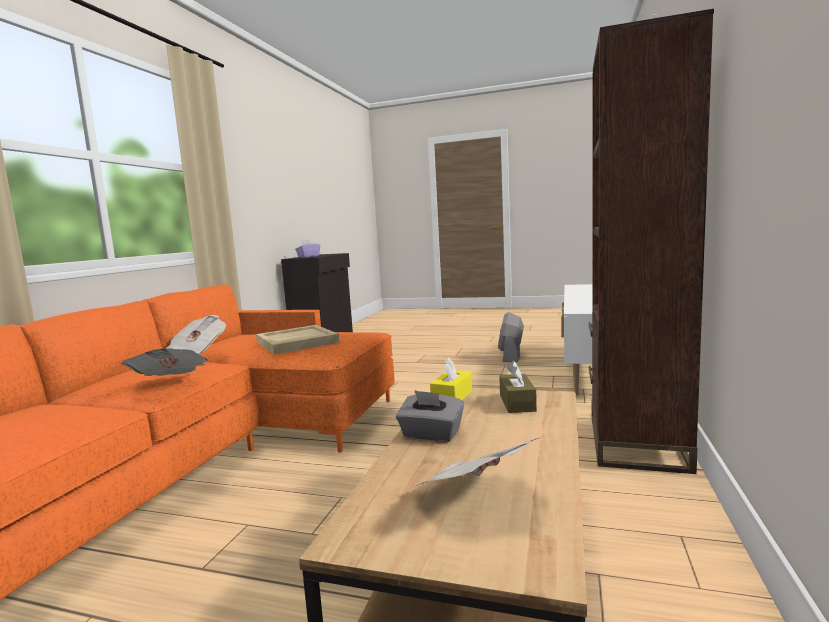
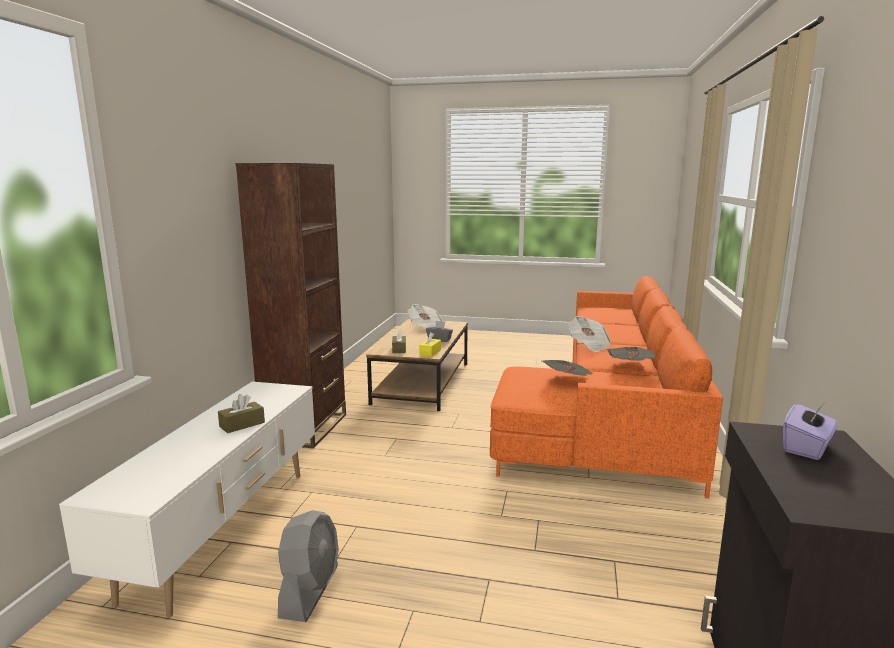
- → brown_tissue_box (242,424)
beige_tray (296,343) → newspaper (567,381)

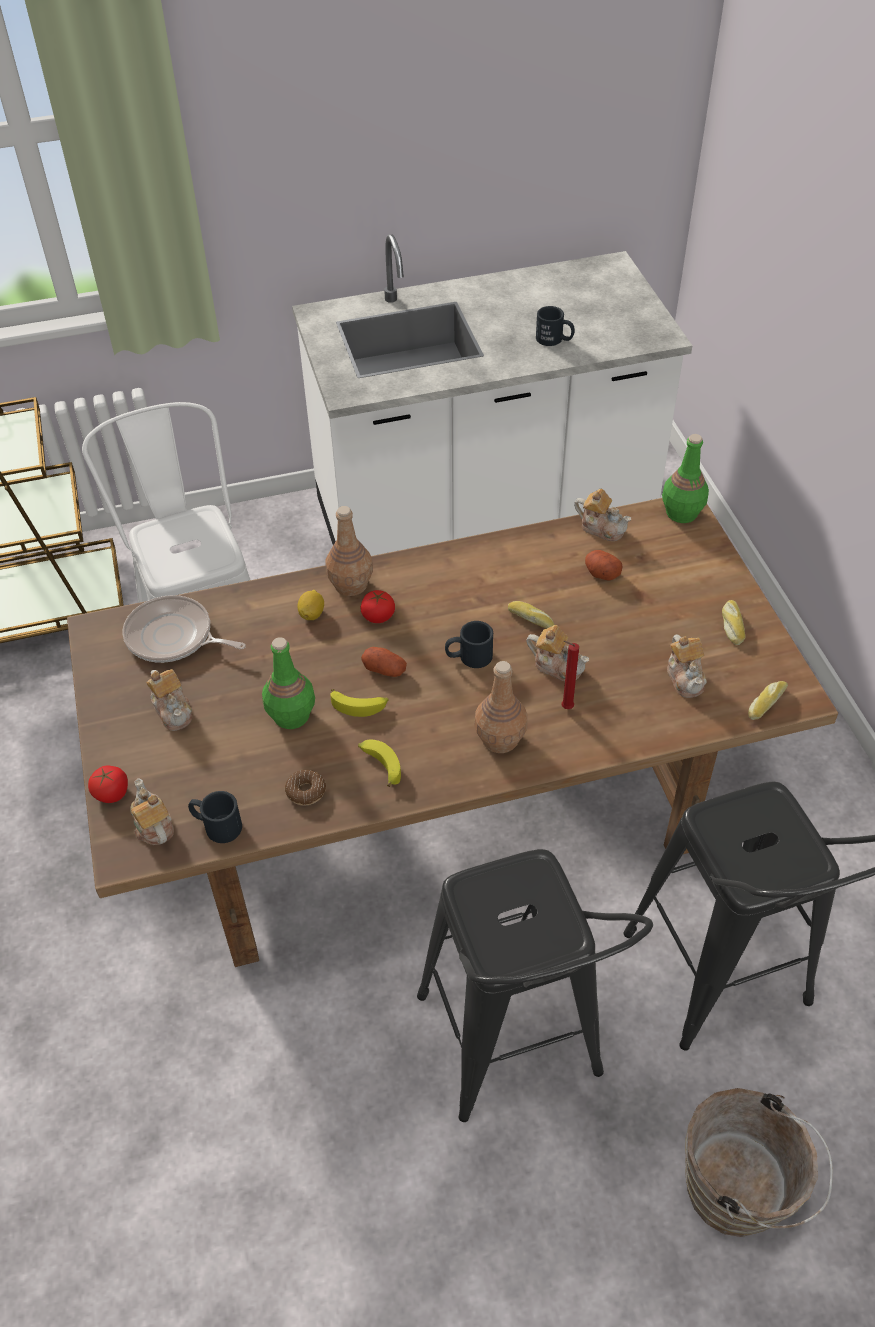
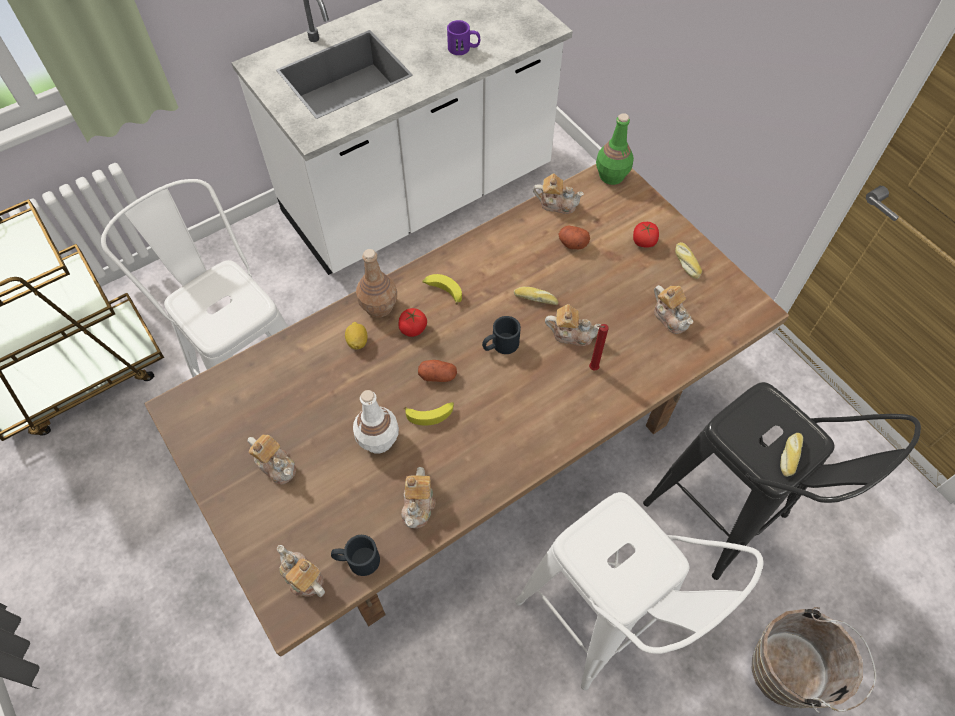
green_bottle (291,716) → white_bottle (379,440)
donut (305,791) → teapot (418,505)
banana (380,765) → banana (443,291), move
black_mug (554,340) → purple_mug (464,48)
black_stool (514,1054) → white_stool (602,623)
tomato (112,793) → tomato (643,241), move
bread (765,703) → bread (789,455), move
frying_pan (173,637) → -
brown_bottle (499,739) → -

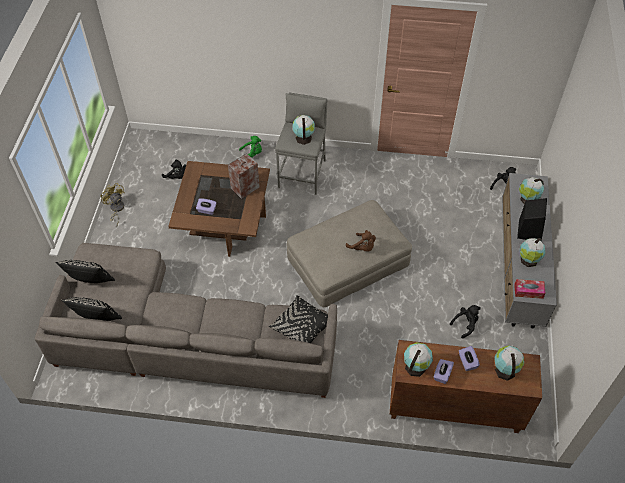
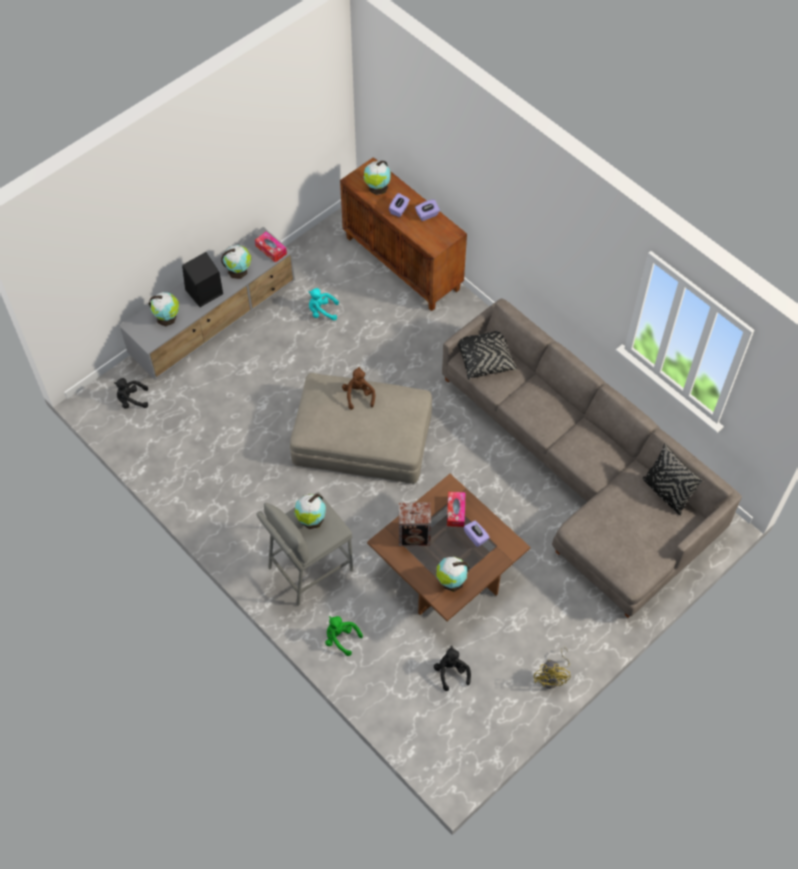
black_plush_toy (465,324) → turquoise_plush_toy (322,311)
globe (415,366) → globe (451,581), move
- → tissue_box (455,511)
black_pillow (91,282) → -

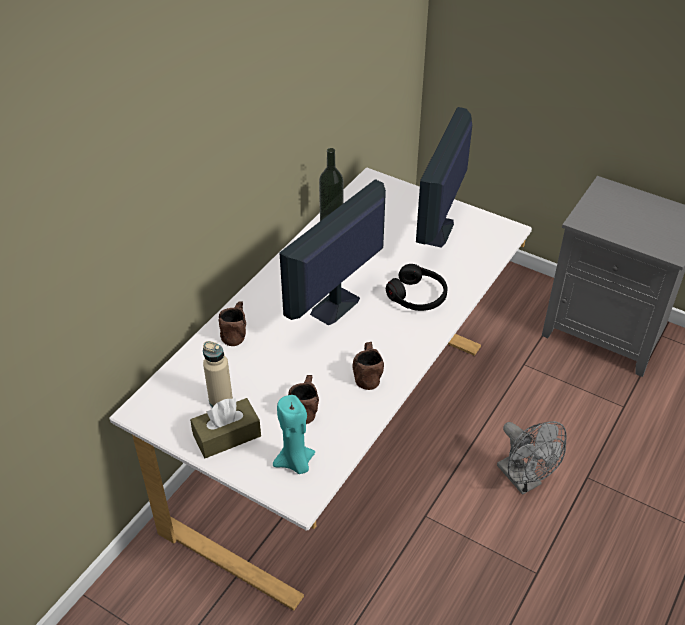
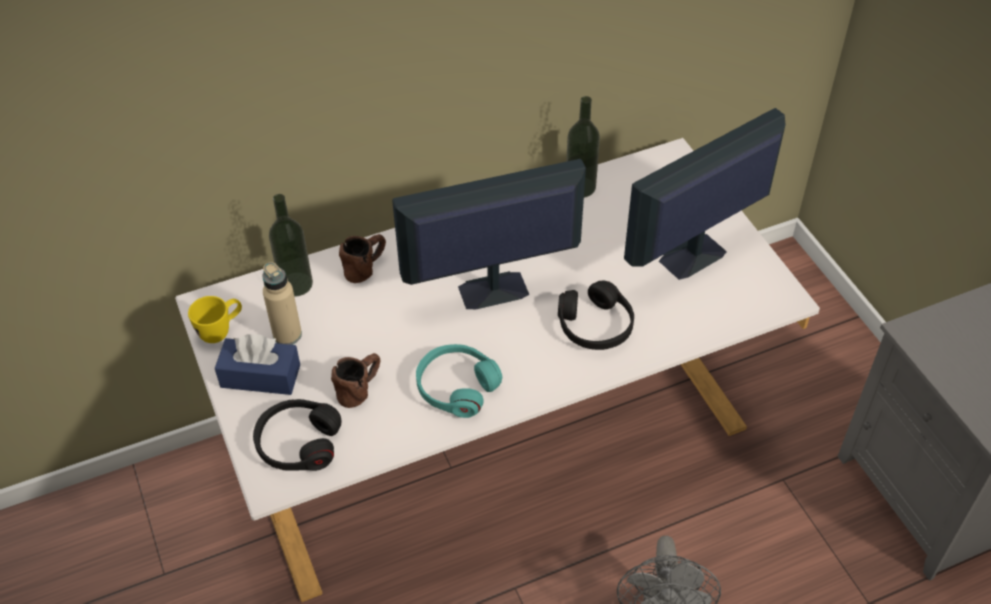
- → yellow_mug (221,331)
brown_tissue_box (227,436) → blue_tissue_box (260,376)
turquoise_candle (295,463) → black_headphones (298,443)
- → bottle (296,284)
brown_mug (367,374) → turquoise_headphones (456,387)

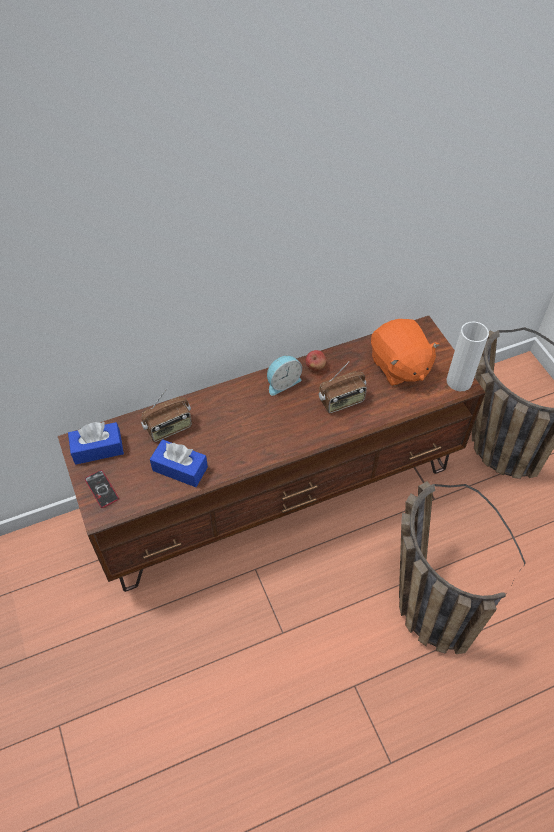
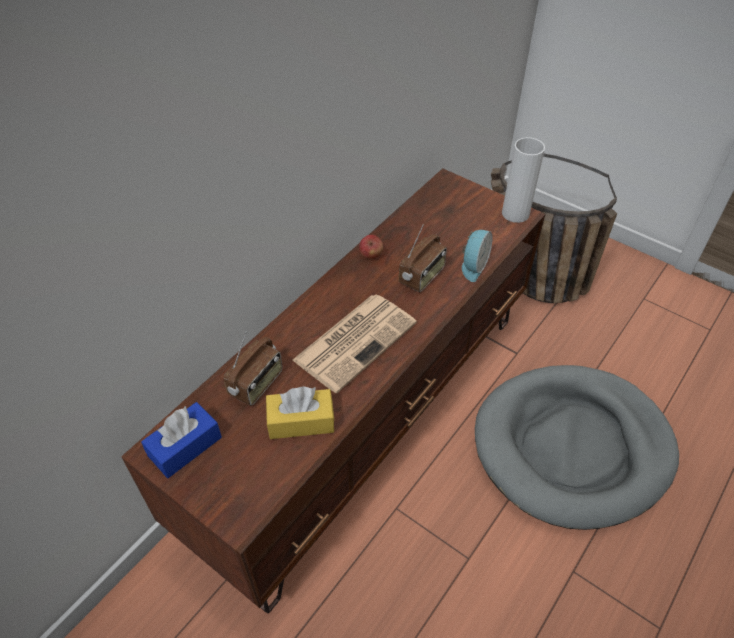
blue_tissue_box (180,469) → yellow_tissue_box (301,421)
- → newspaper (356,340)
alarm_clock (282,382) → alarm_clock (473,265), move
basket (424,596) → grey_dog_bed (572,447)
phone (101,489) → -
orange_plush_toy (399,366) → -

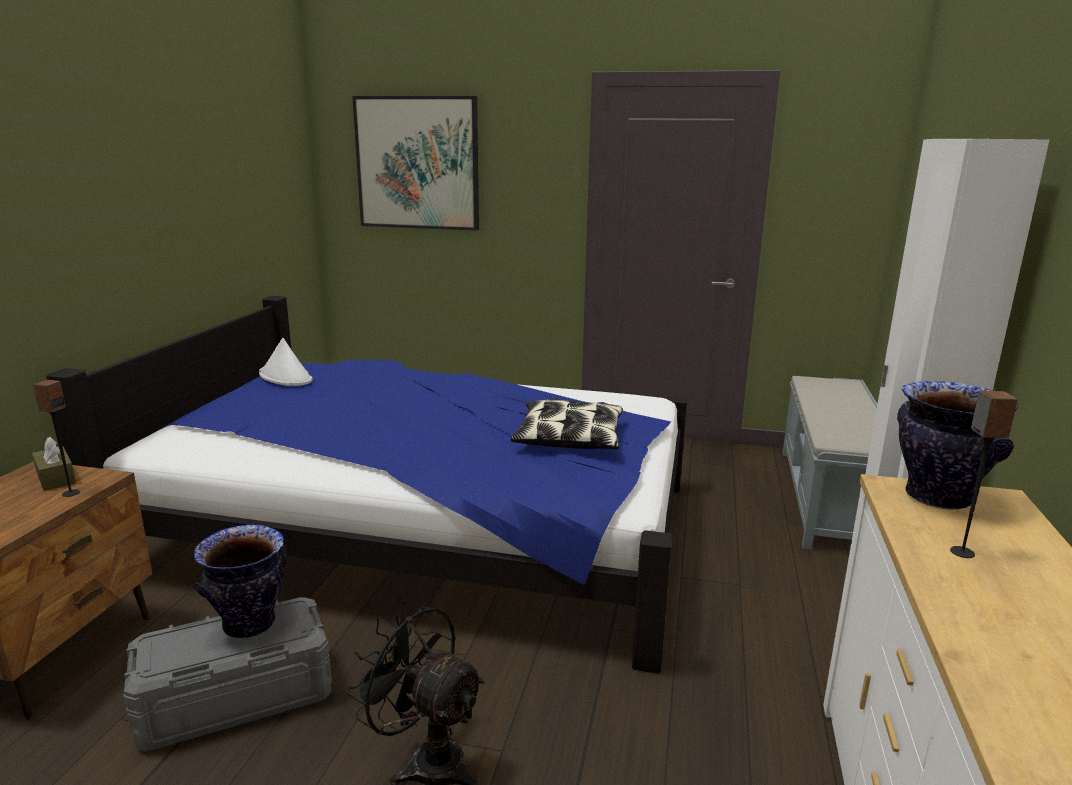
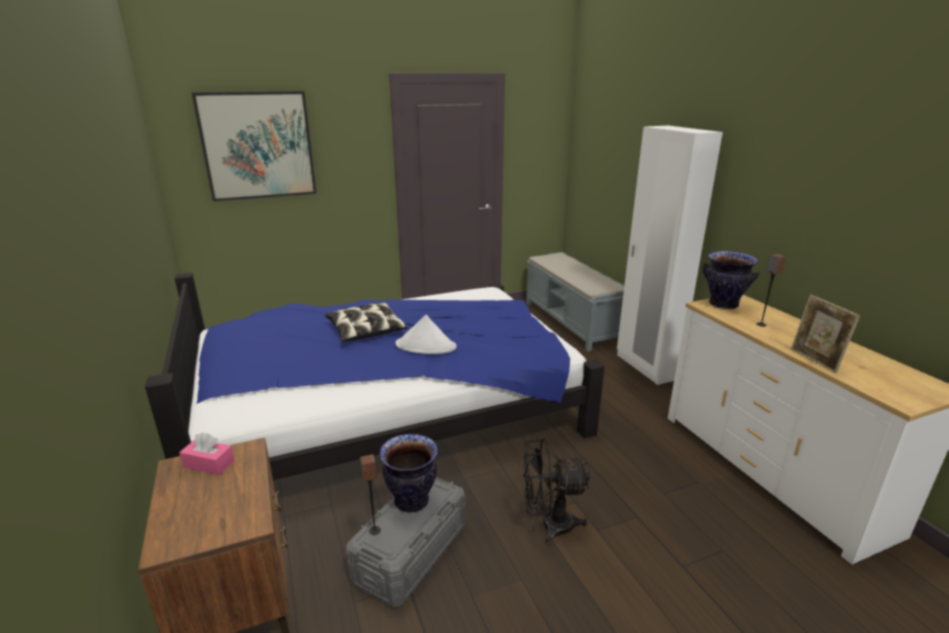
brown_tissue_box (56,478) → pink_tissue_box (209,464)
pillow (569,439) → pillow (366,330), move
speaker (70,493) → speaker (374,530), move
white_hat (286,377) → white_hat (426,346), move
- → picture_frame (815,360)

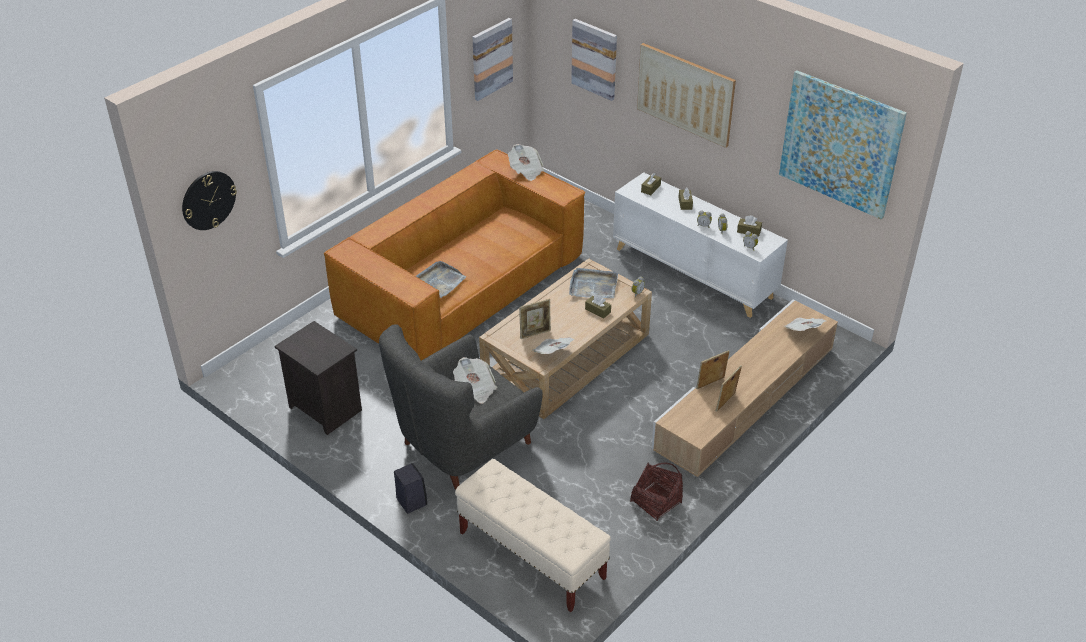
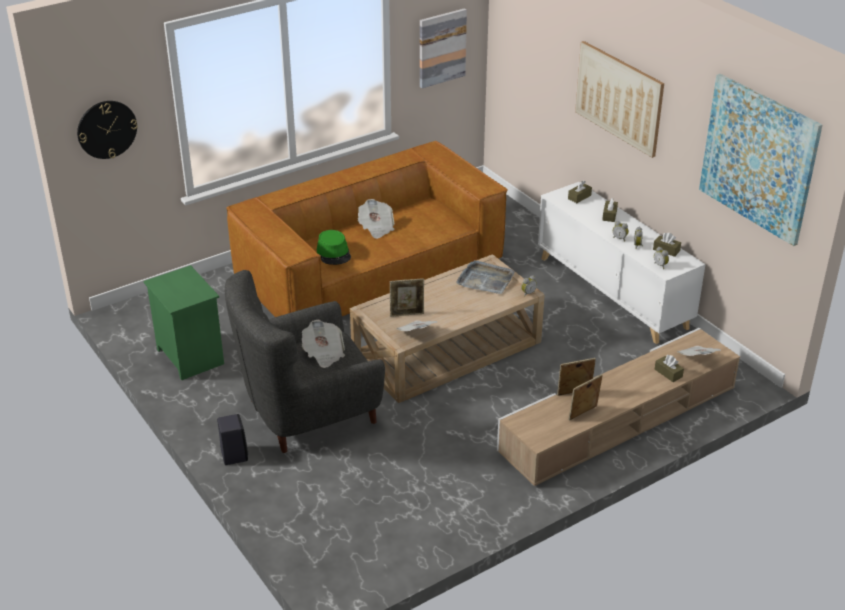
black_nightstand (323,409) → green_nightstand (188,356)
grey_tray (439,282) → green_hat (334,253)
newspaper (526,170) → newspaper (376,228), move
brown_tissue_box (598,310) → brown_tissue_box (668,373), move
beige_bench (531,555) → -
picture (594,59) → -
basket (656,502) → -

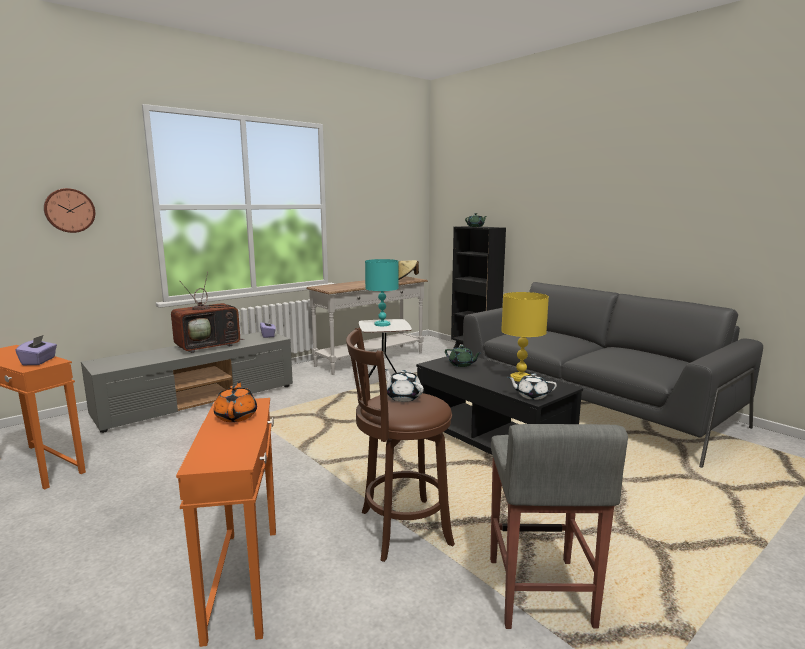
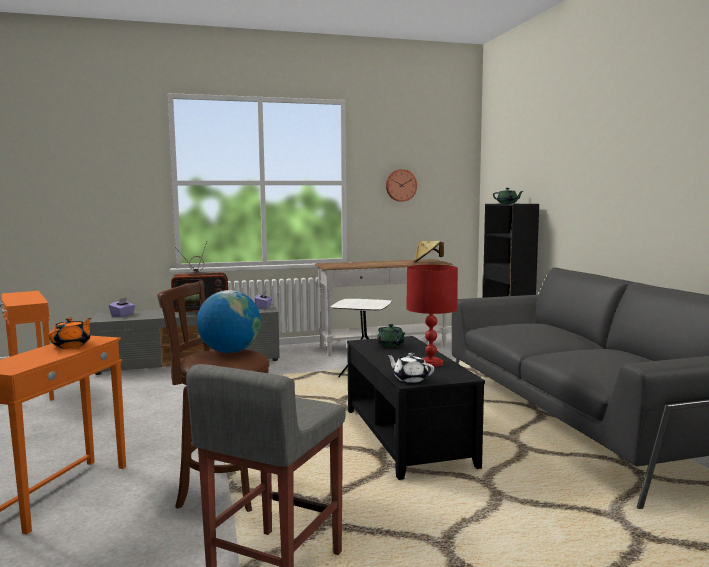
purple_tissue_box (39,361) → purple_tissue_box (123,315), move
white_teapot (403,397) → globe (230,351)
wall_clock (69,210) → wall_clock (400,185), move
yellow_table_lamp (521,378) → red_table_lamp (431,363)
turquoise_table_lamp (382,324) → -

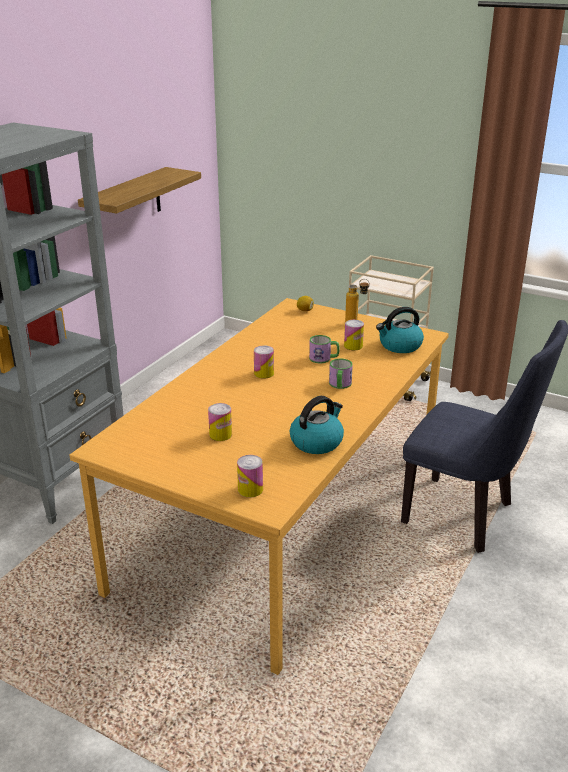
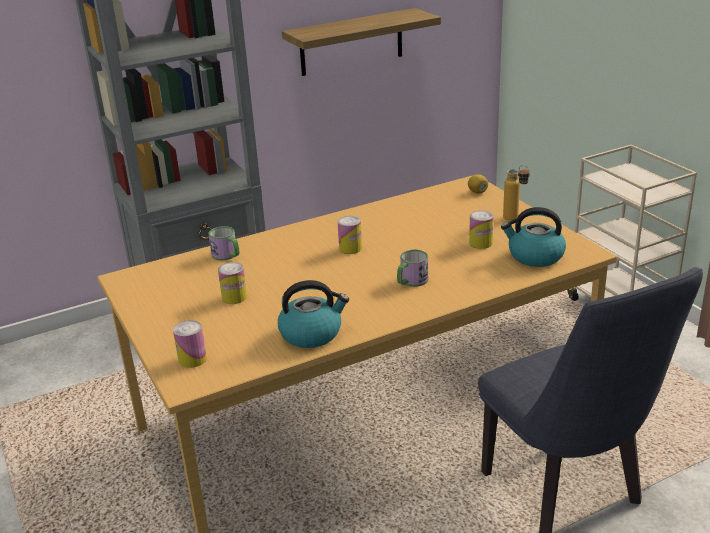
mug (324,358) → mug (227,255), move

